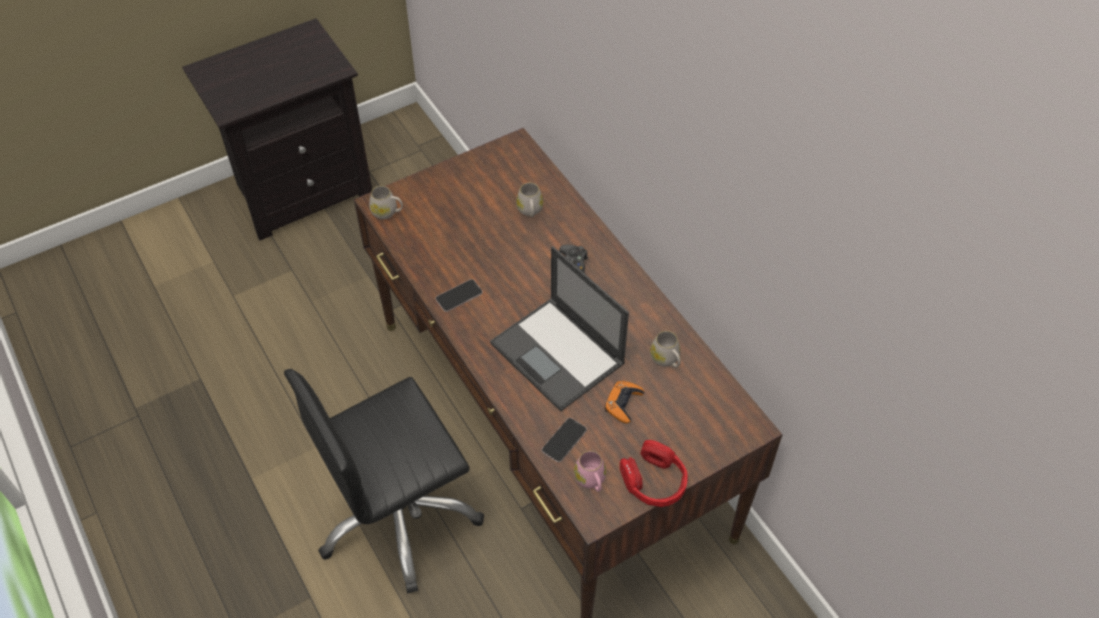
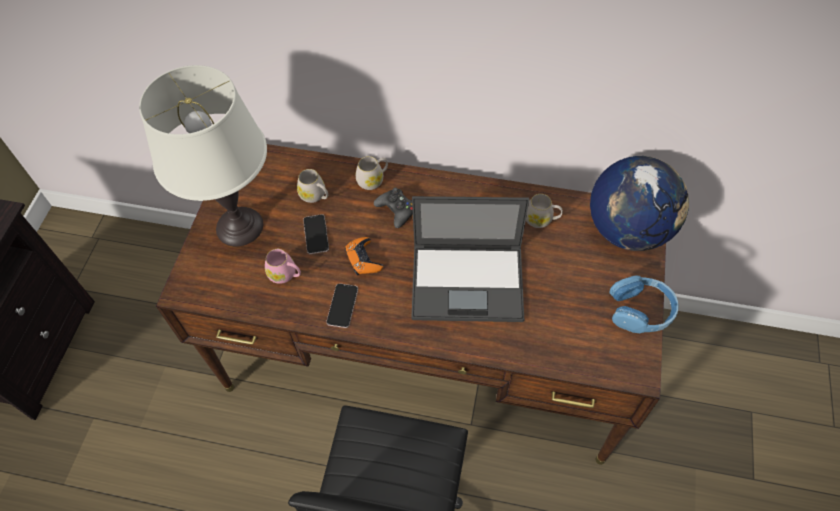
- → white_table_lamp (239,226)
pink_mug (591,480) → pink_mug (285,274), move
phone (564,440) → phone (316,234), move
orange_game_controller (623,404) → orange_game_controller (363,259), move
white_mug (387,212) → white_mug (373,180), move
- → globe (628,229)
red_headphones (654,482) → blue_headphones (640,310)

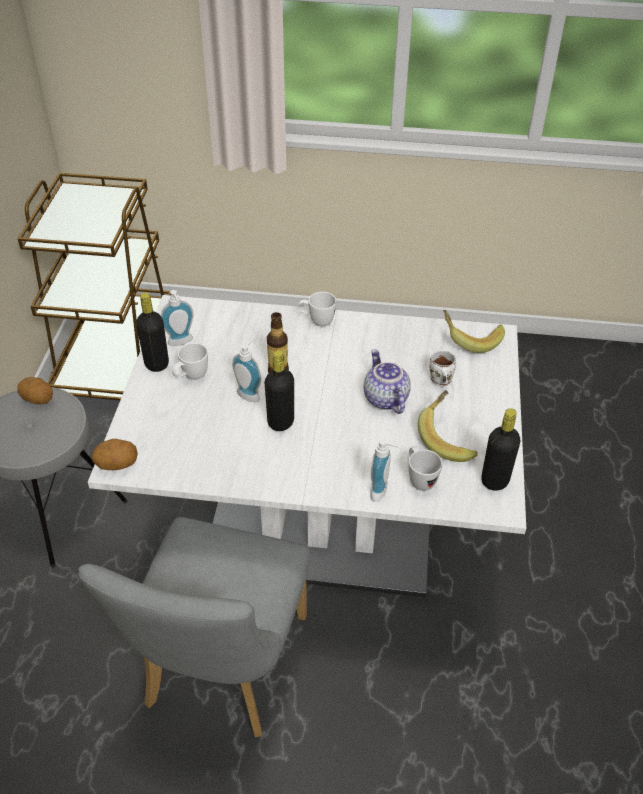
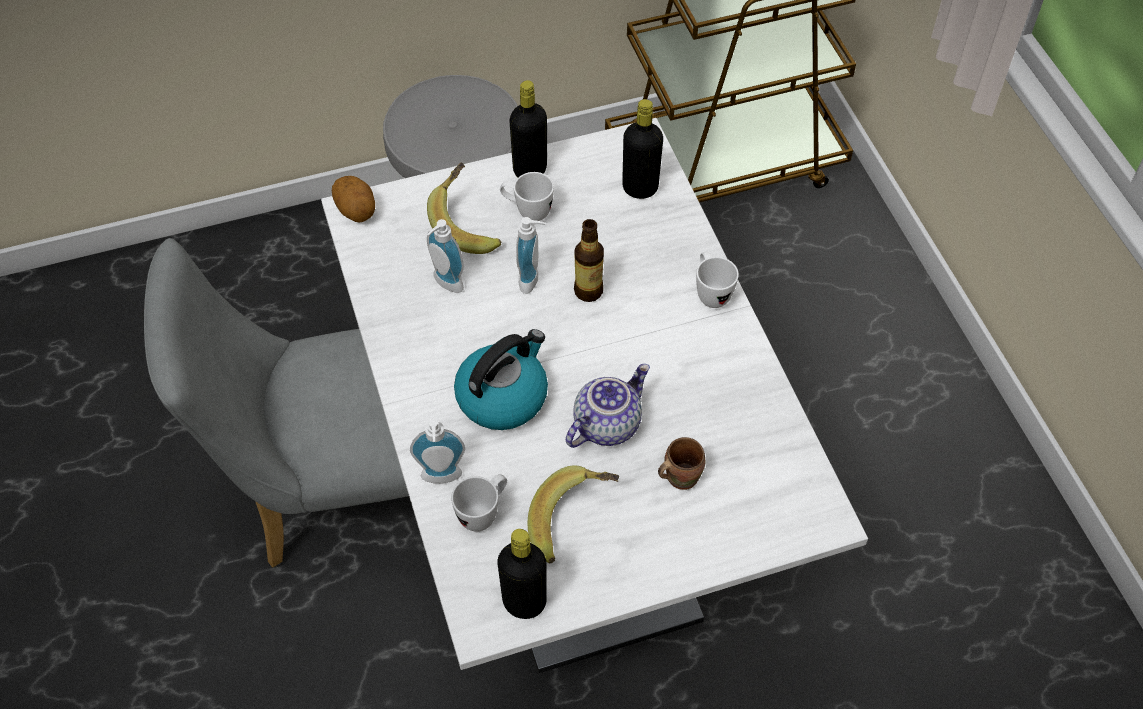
banana (470,339) → banana (469,223), move
soap_dispenser (181,343) → soap_dispenser (445,284), move
- → kettle (503,396)
black_bottle (280,422) → black_bottle (640,188), move
white_mug (439,381) → brown_mug (679,476)
potato (38,399) → -

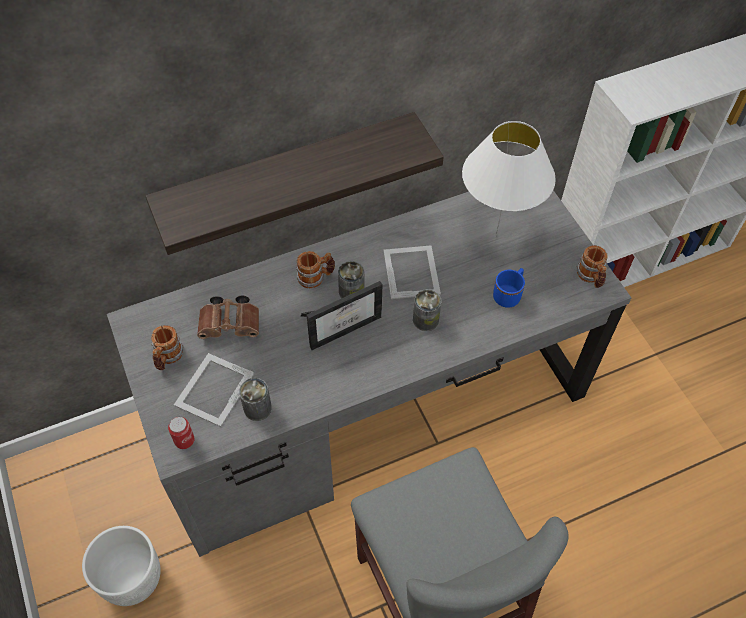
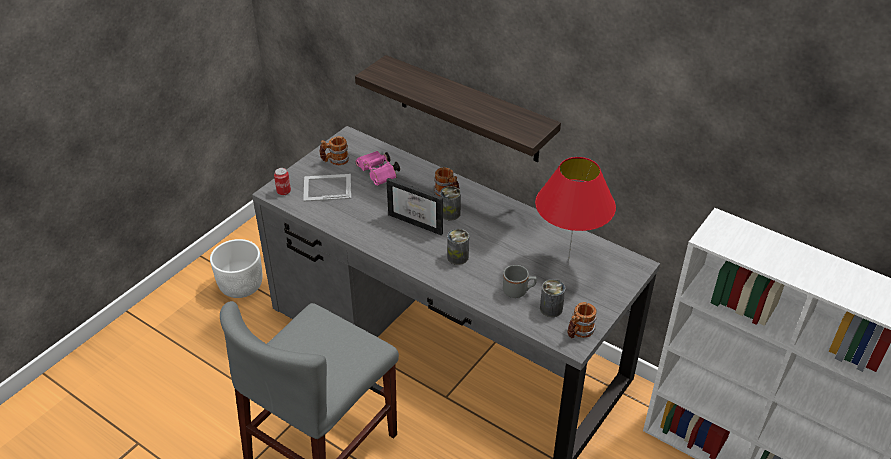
brown_binoculars (232,325) → pink_binoculars (379,174)
blue_mug (509,294) → grey_mug (518,291)
white_table_lamp (495,235) → red_table_lamp (567,264)
can (257,408) → can (551,308), move
picture_frame (412,271) → -

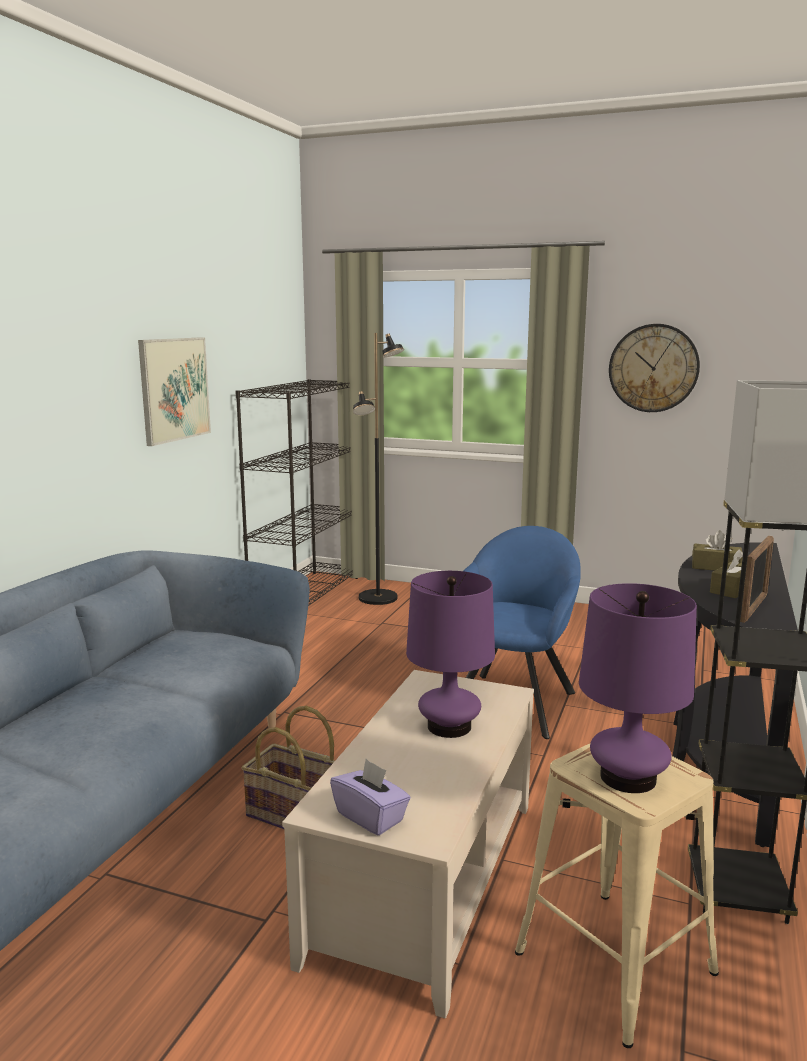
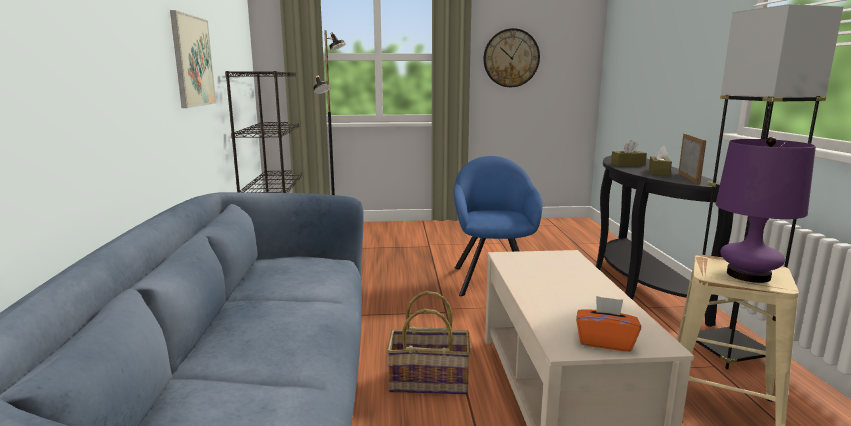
purple_tissue_box (370,817) → orange_tissue_box (605,342)
purple_table_lamp (449,727) → -

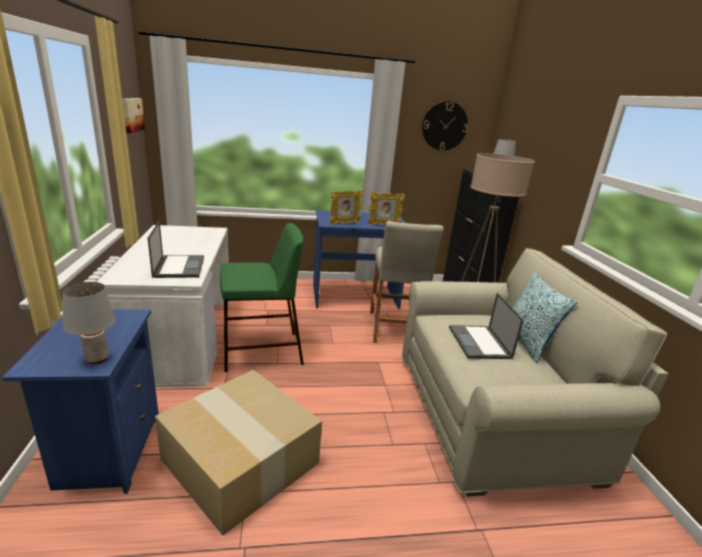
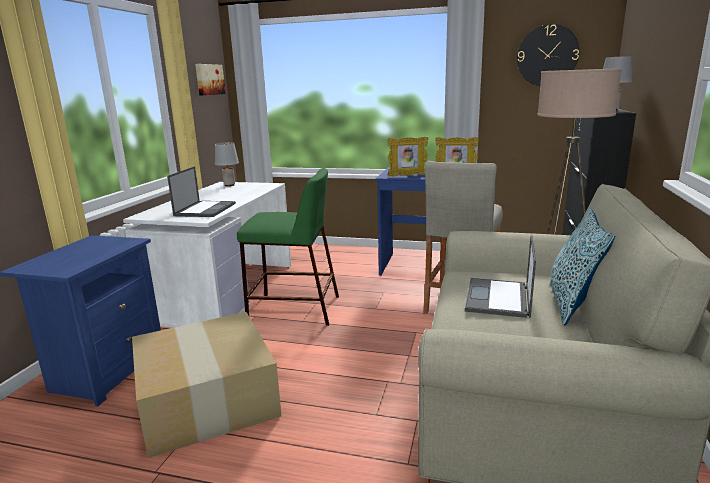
grey_table_lamp (96,359) → grey_table_lamp (229,185), move

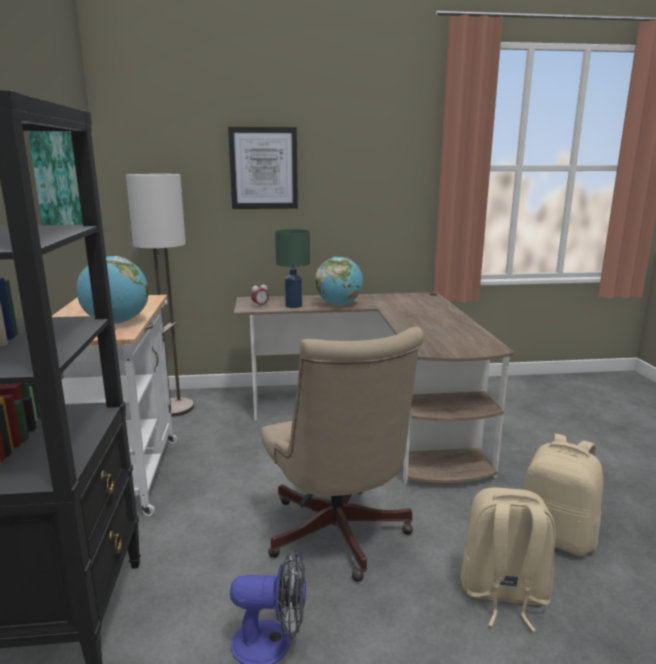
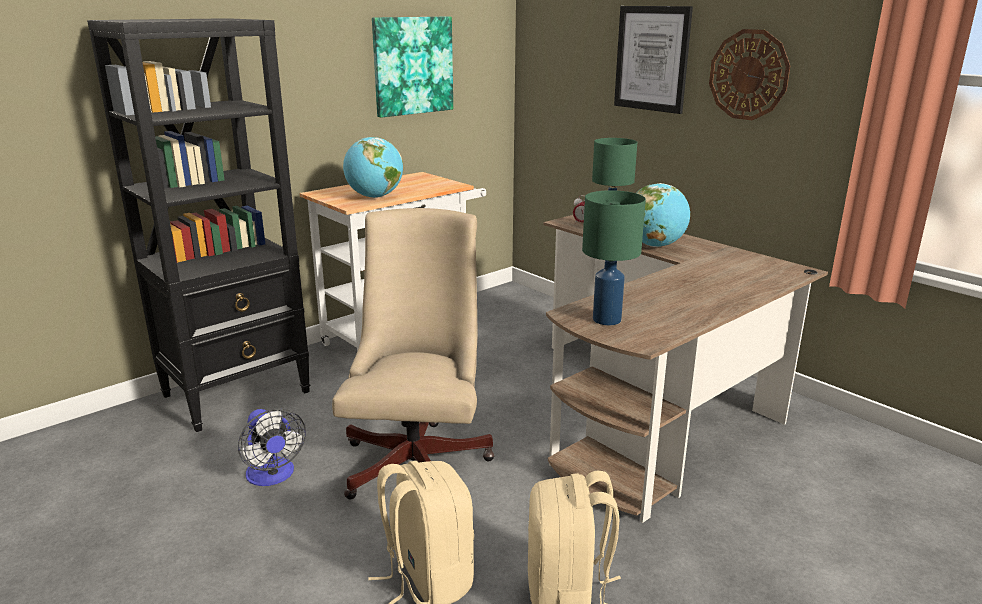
beige_office_chair (338,538) → beige_office_chair (419,459), 150 degrees clockwise
- → green_table_lamp (607,320)
- → wall_clock (748,75)
floor_lamp (174,408) → -

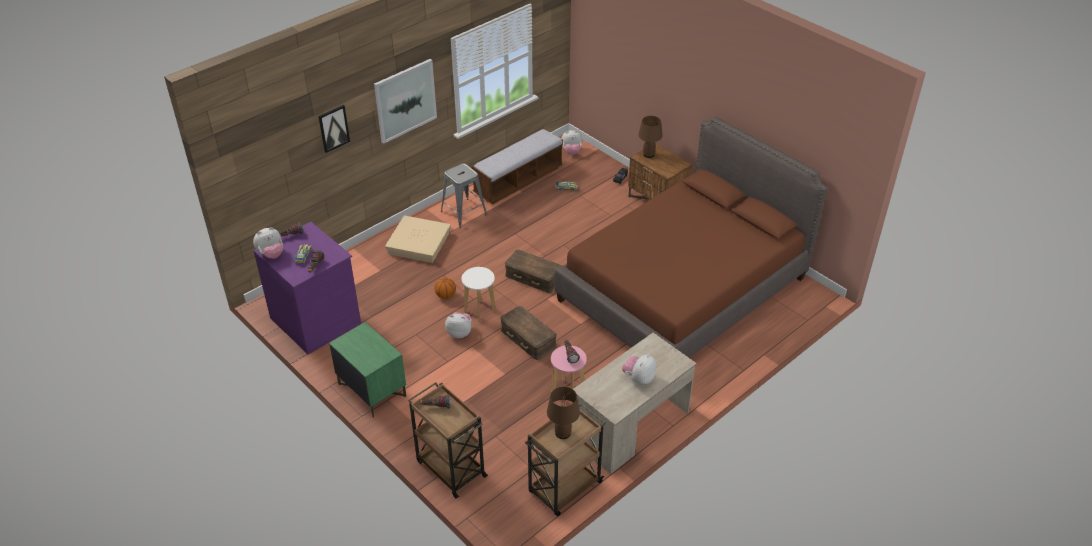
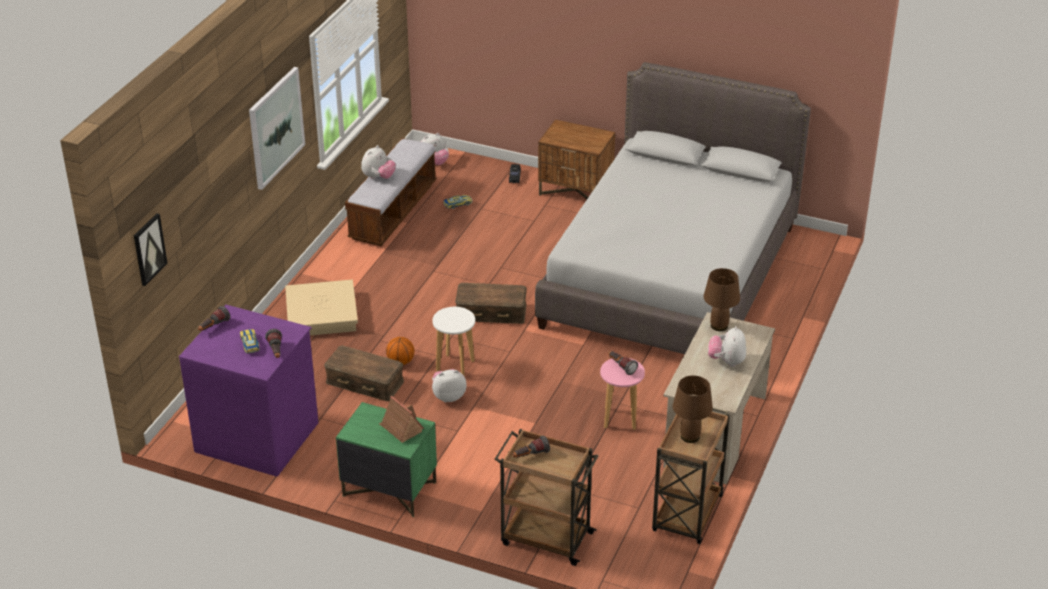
picture (333,128) → picture (149,249), move
brown_storage_box (529,338) → brown_storage_box (365,381), move
plush_toy (271,254) → plush_toy (378,177), move
- → toy_house (401,428)
brown_bed (682,289) → grey_bed (671,276)
brown_table_lamp (648,154) → brown_table_lamp (718,326), move
grey_stool (463,213) → -

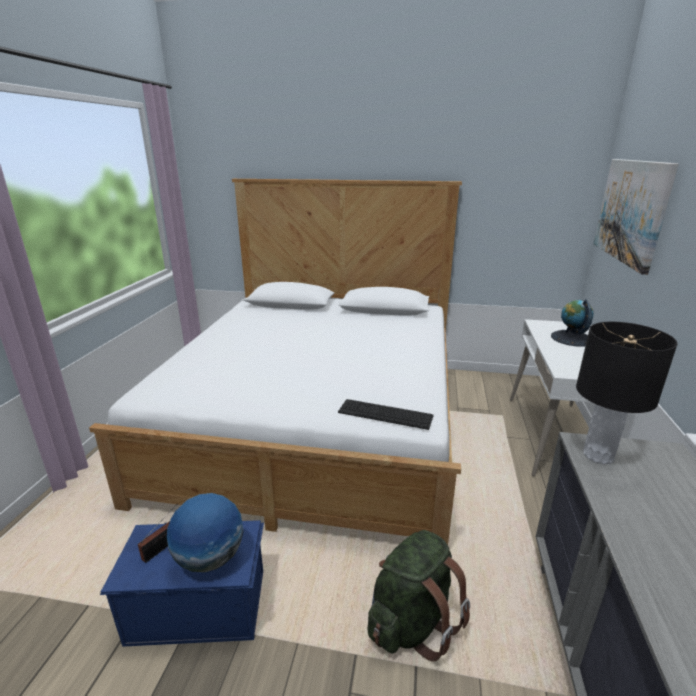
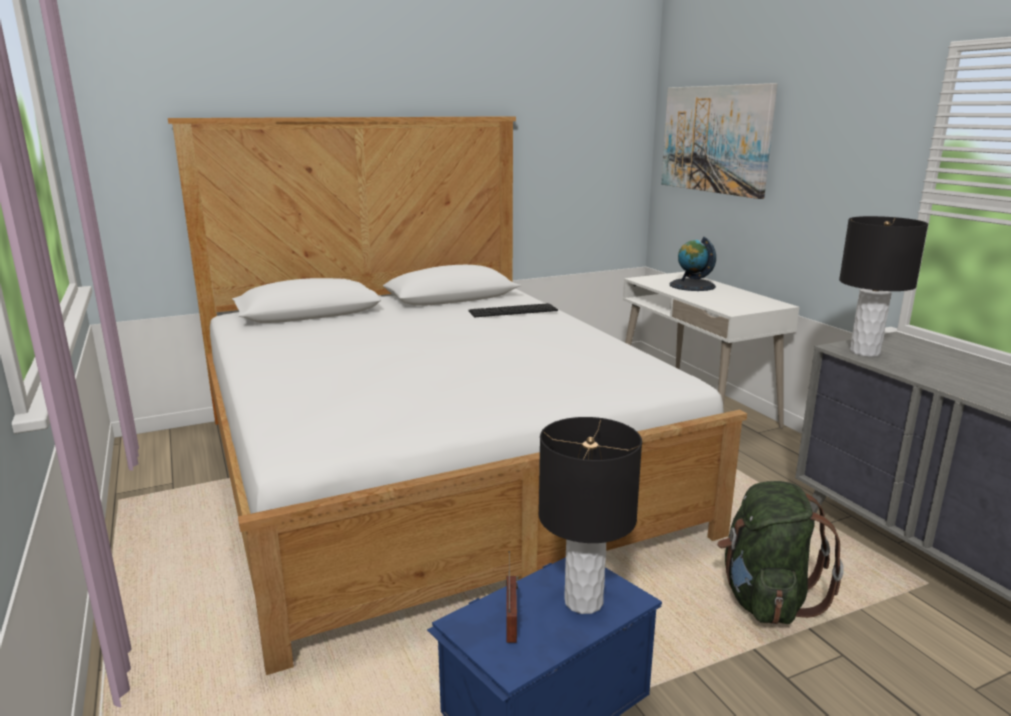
keyboard (385,414) → keyboard (513,311), move
globe (210,557) → black_table_lamp (584,601)

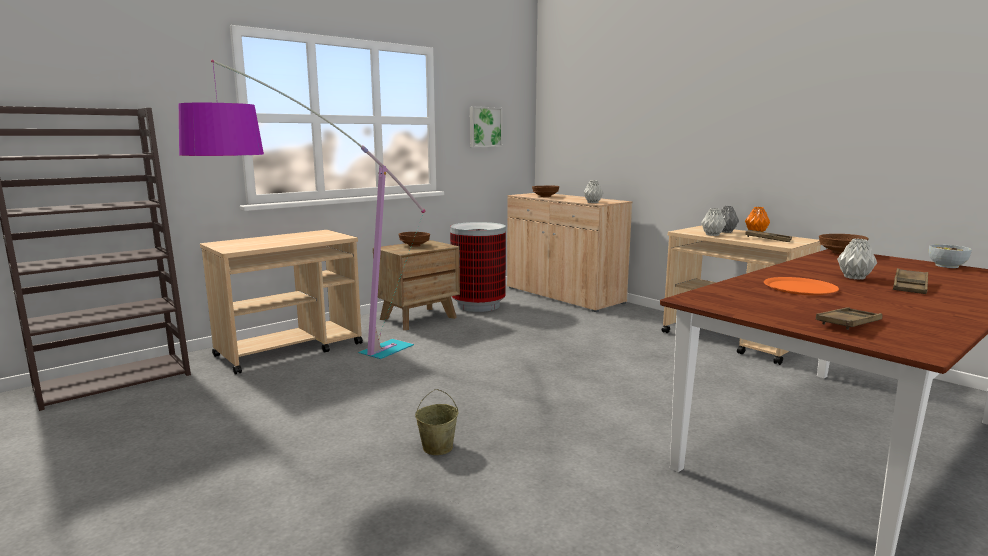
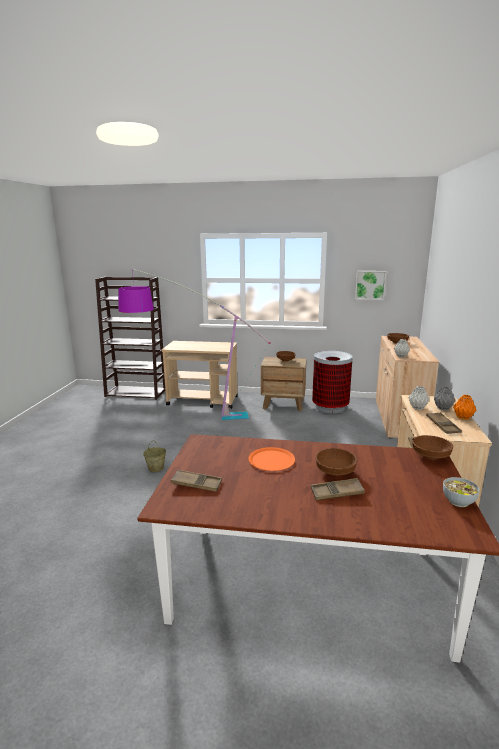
grey_vase (853,277) → brown_bowl (334,471)

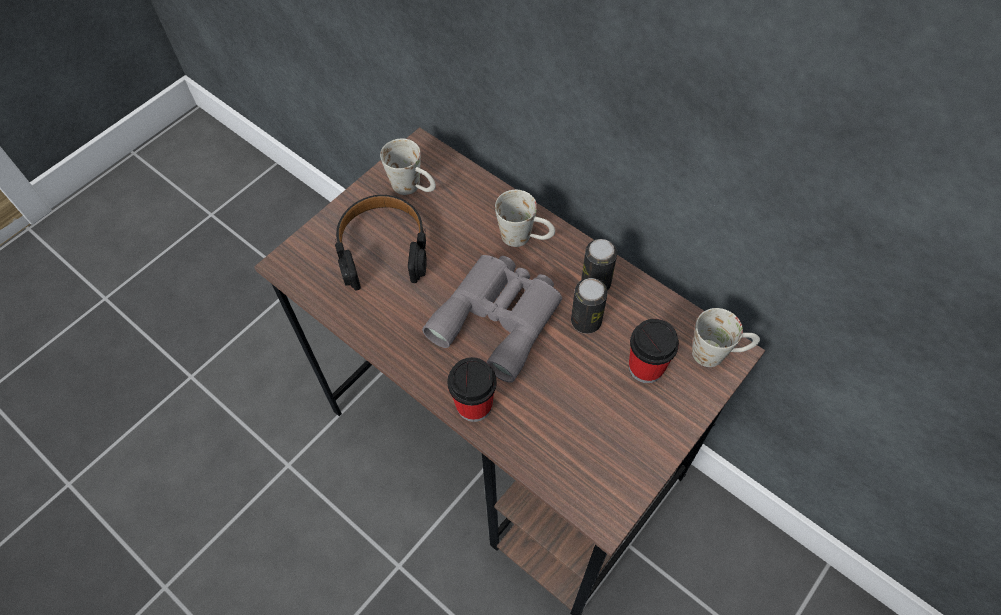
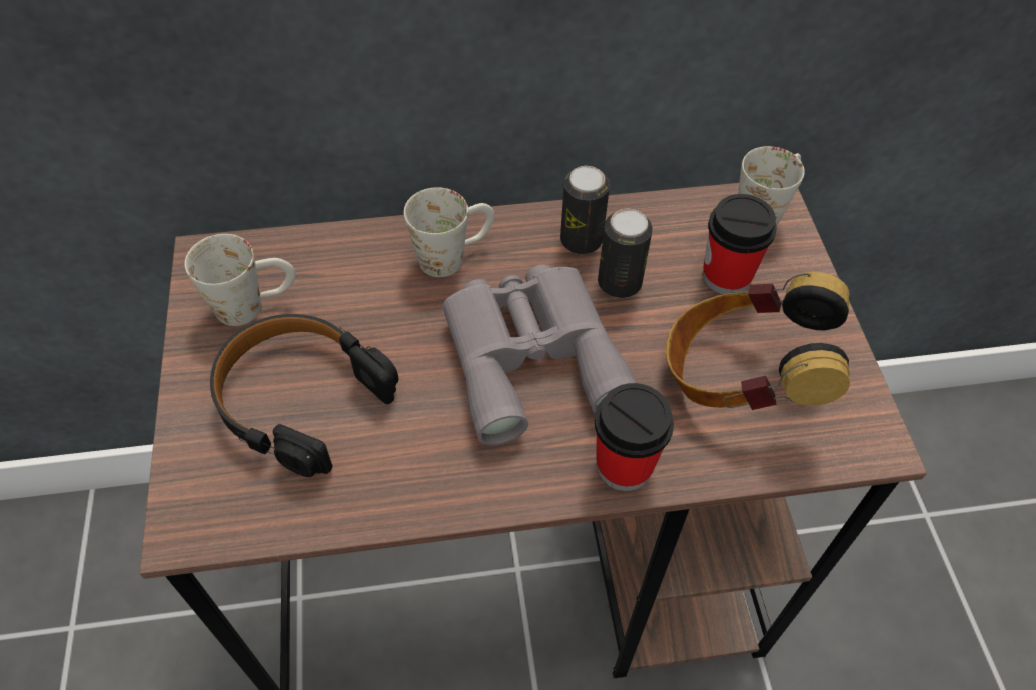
- → headphones (740,378)

